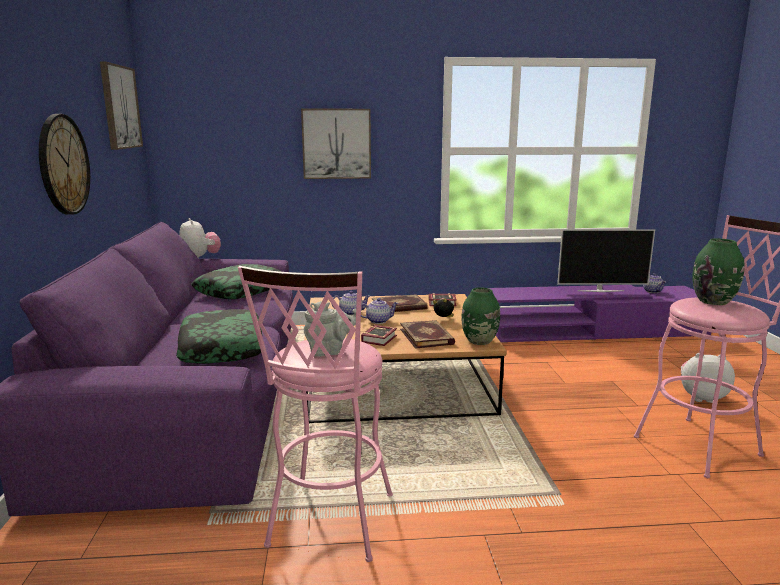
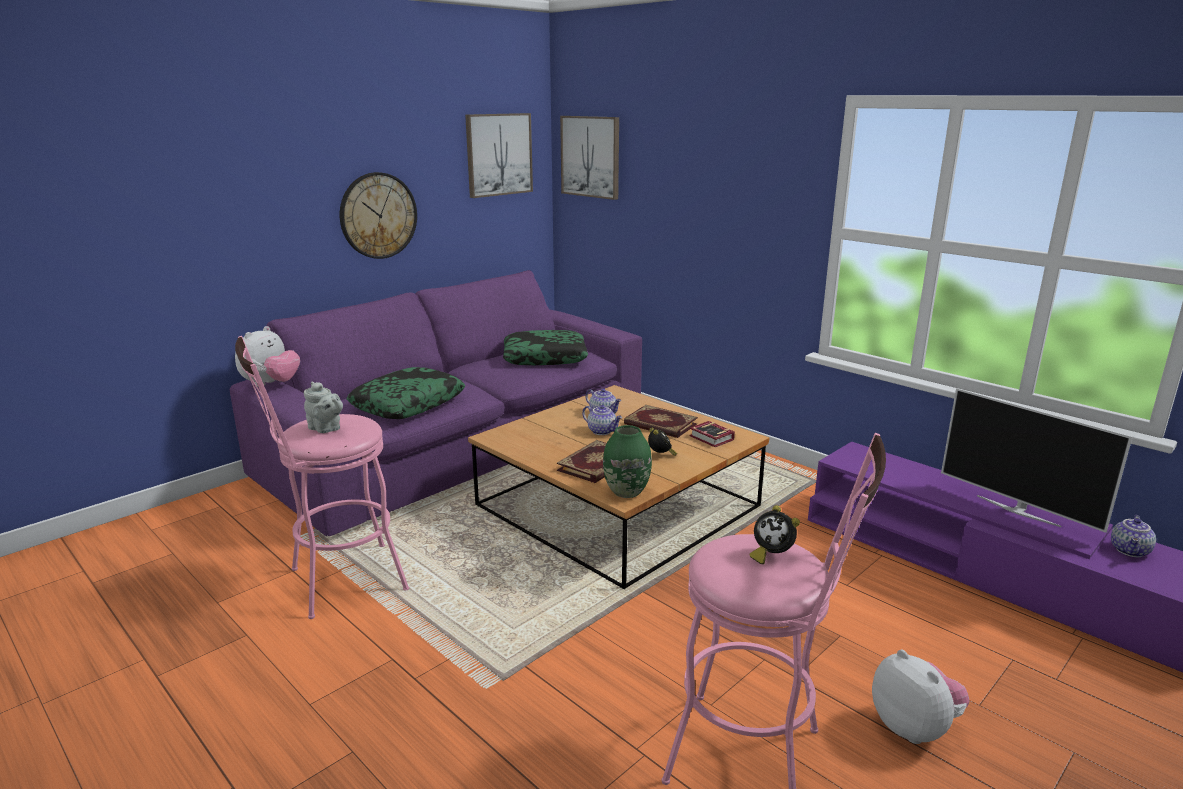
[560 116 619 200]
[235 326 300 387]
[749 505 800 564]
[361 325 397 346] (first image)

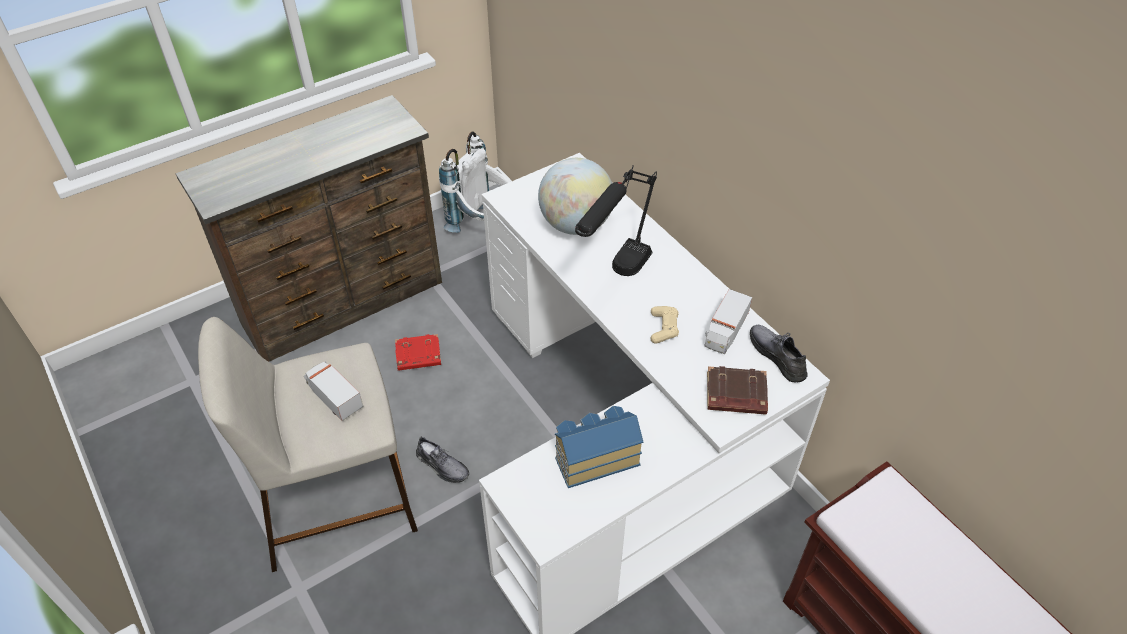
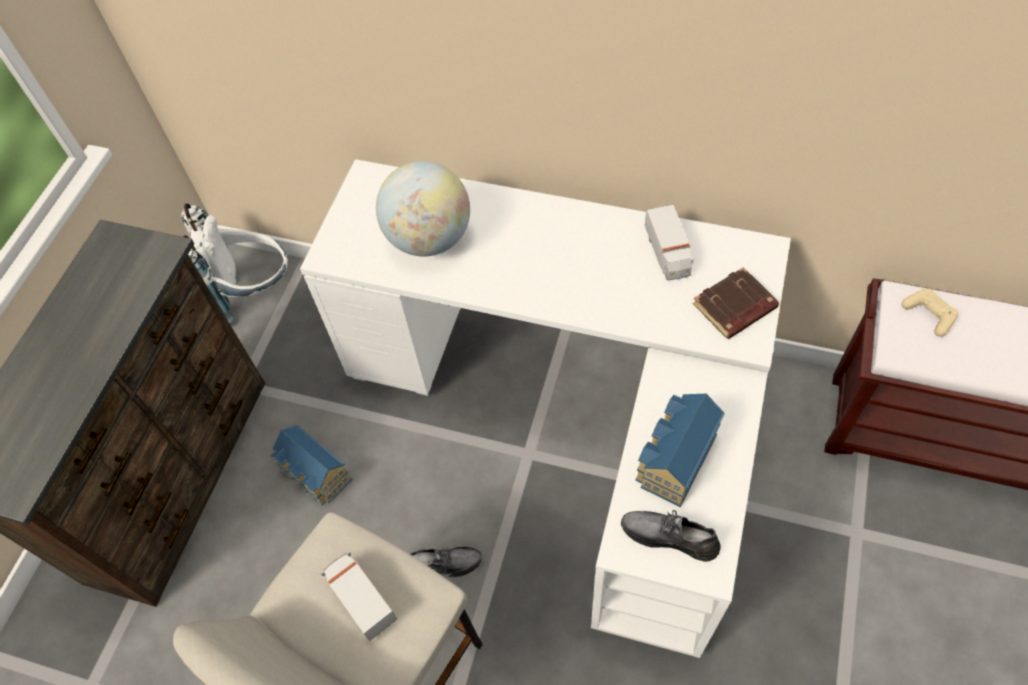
[575 165 657 276] (first image)
[902 288 958 337]
[621 510 721 562]
[270 425 352 506]
[321 553 397 641]

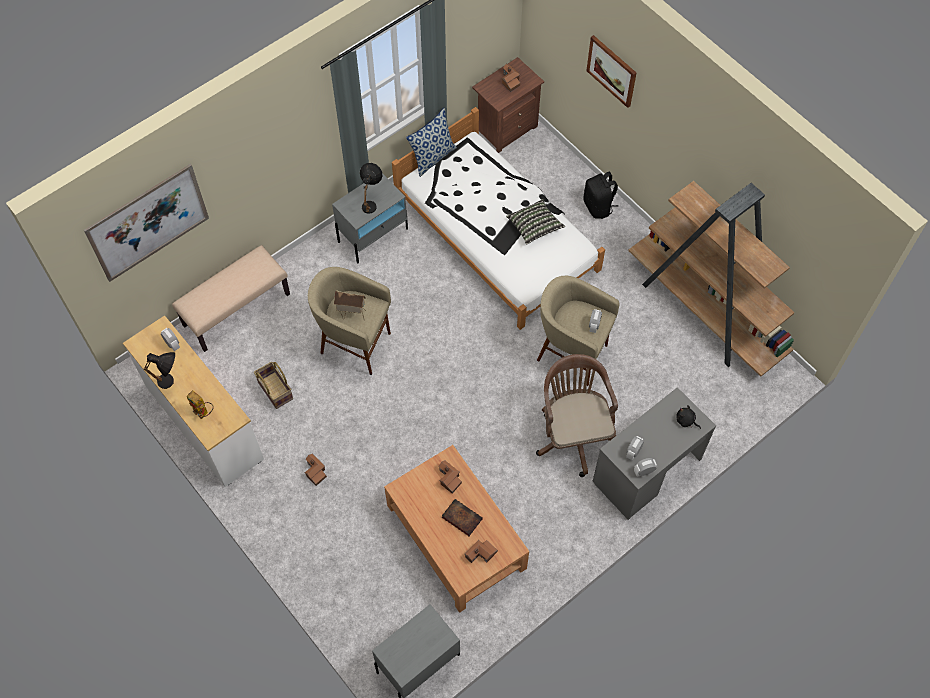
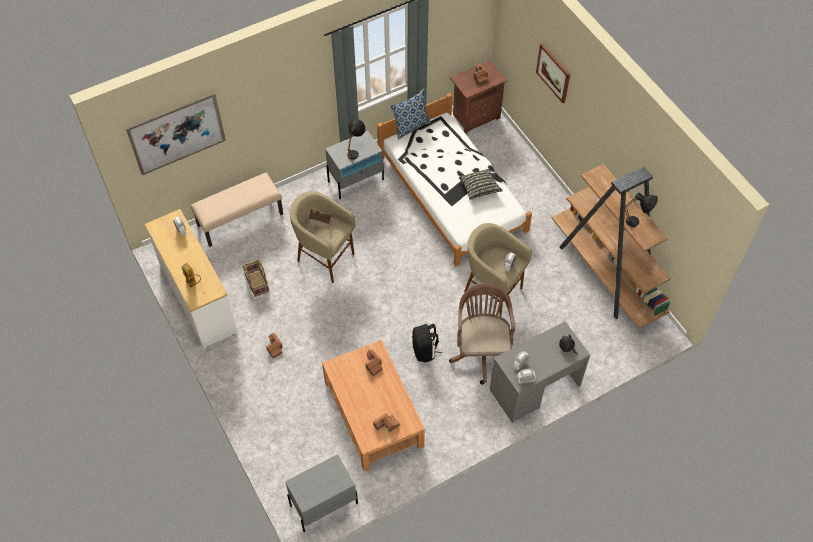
[412 324 442 362]
[625 193 658 227]
[442 499 483 536] (first image)

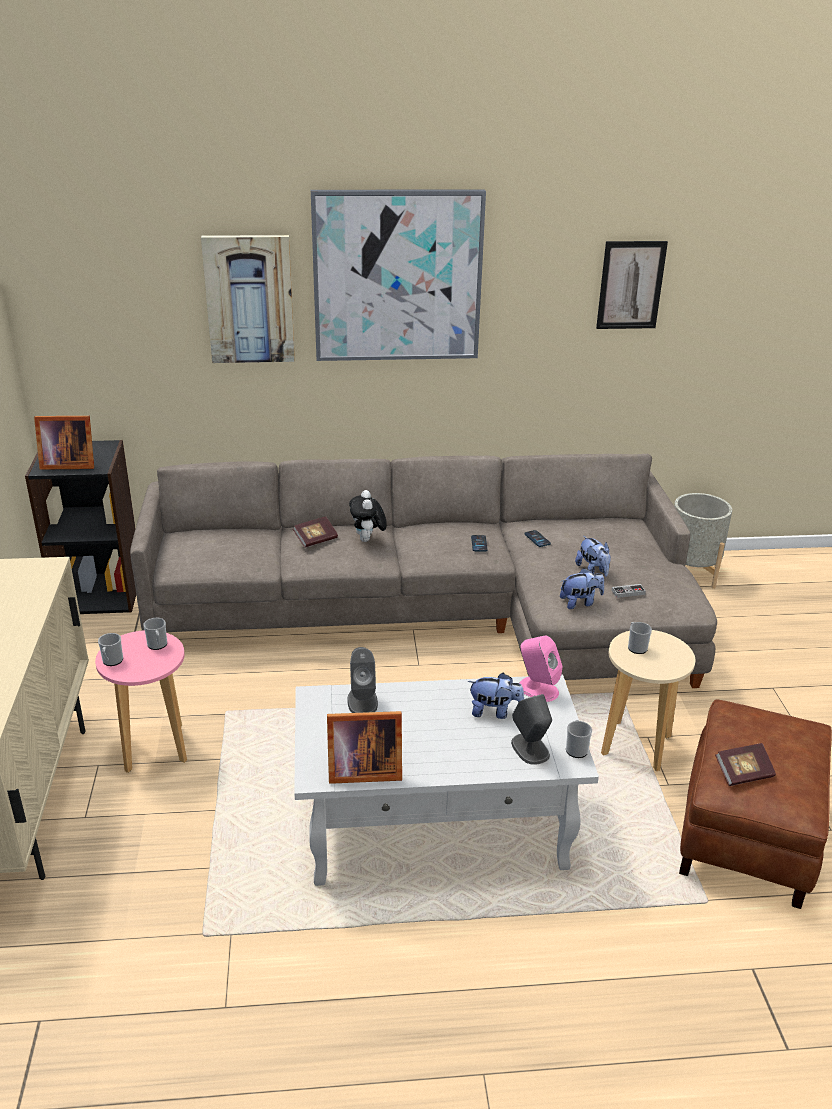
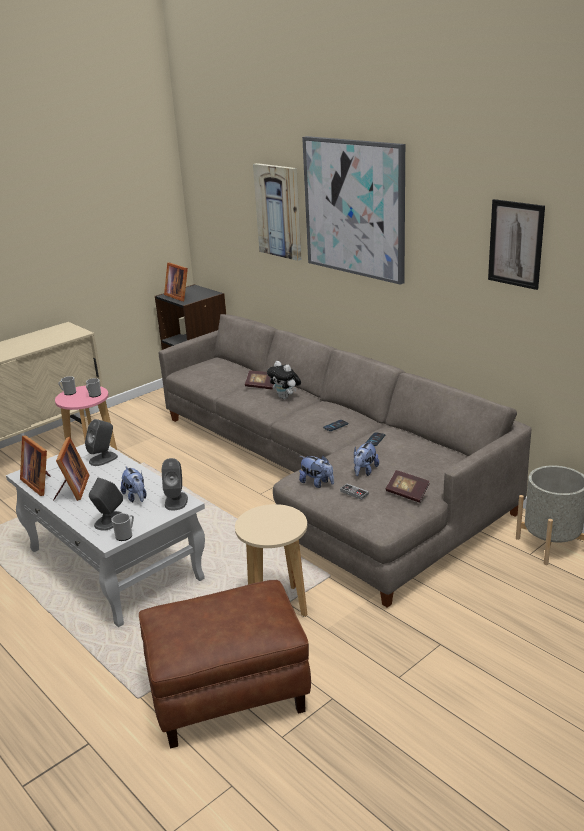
[267 361 301 399]
[628 622 652 654] (first image)
[161 458 188 510]
[386 470 430 503]
[53 437 90 501]

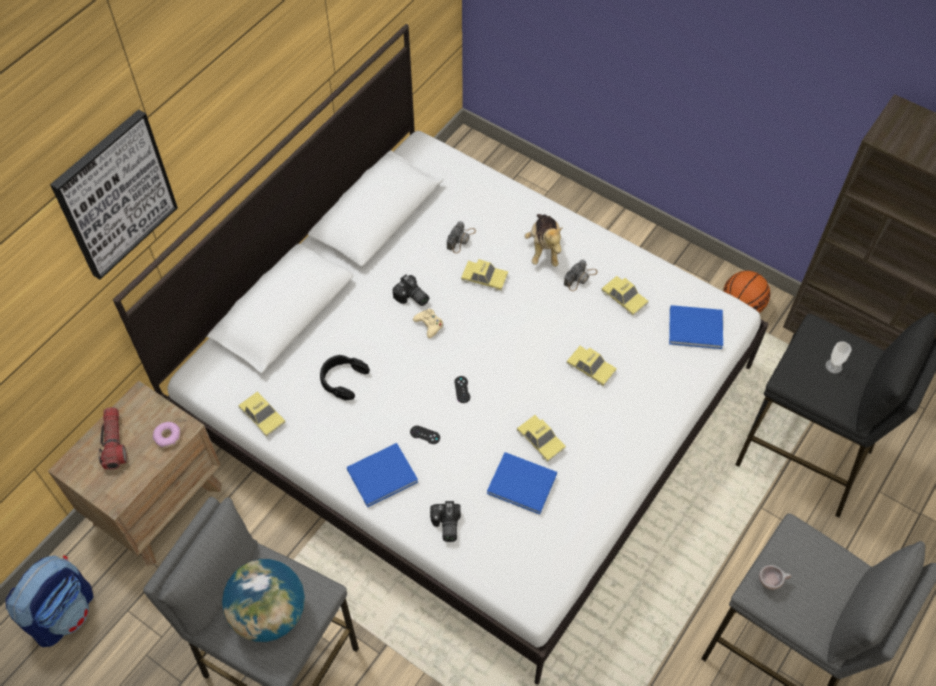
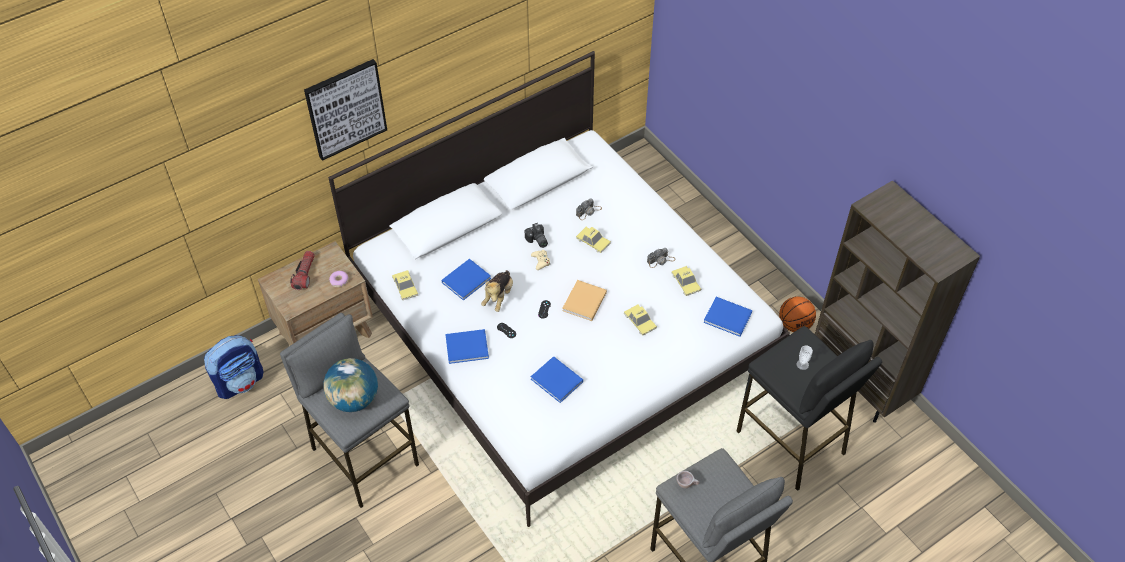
[481 270 513 312]
[442 259 491 300]
[517 415 566 462] (first image)
[430 501 461 542] (first image)
[562 280 607 321]

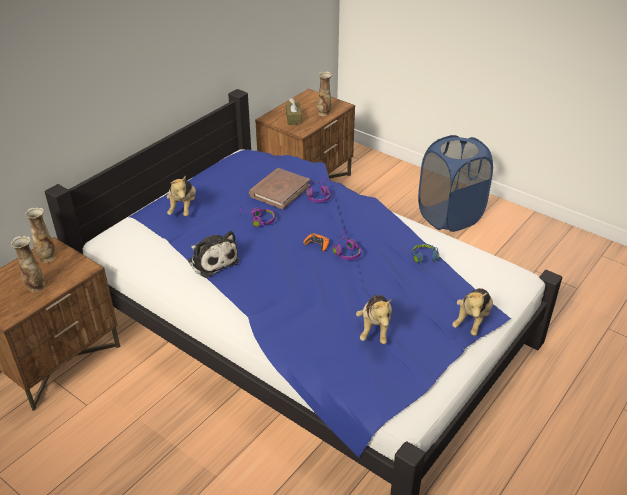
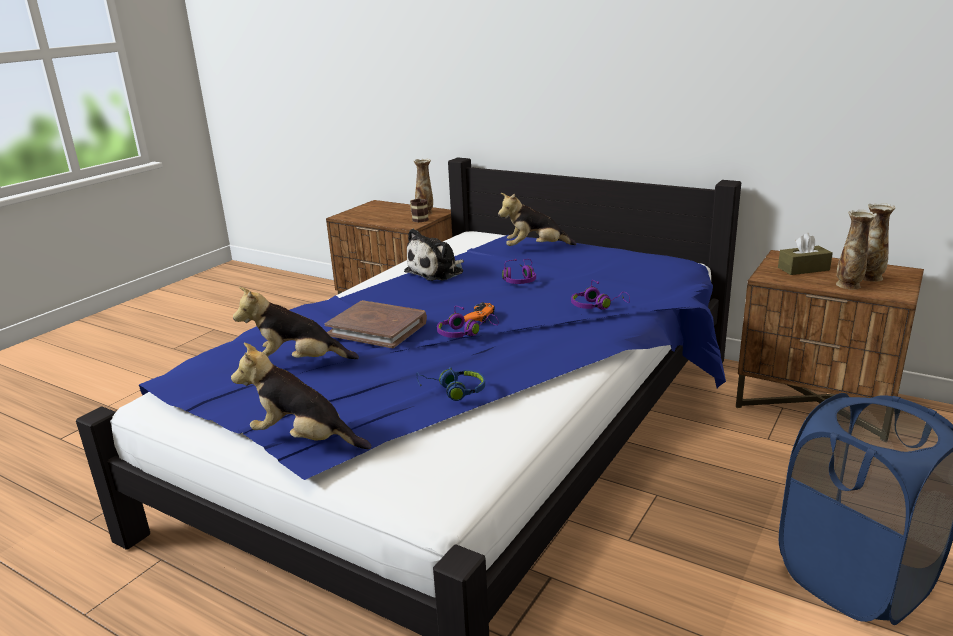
[325 300 427 348]
[863 203 896 282]
[410 199 429 222]

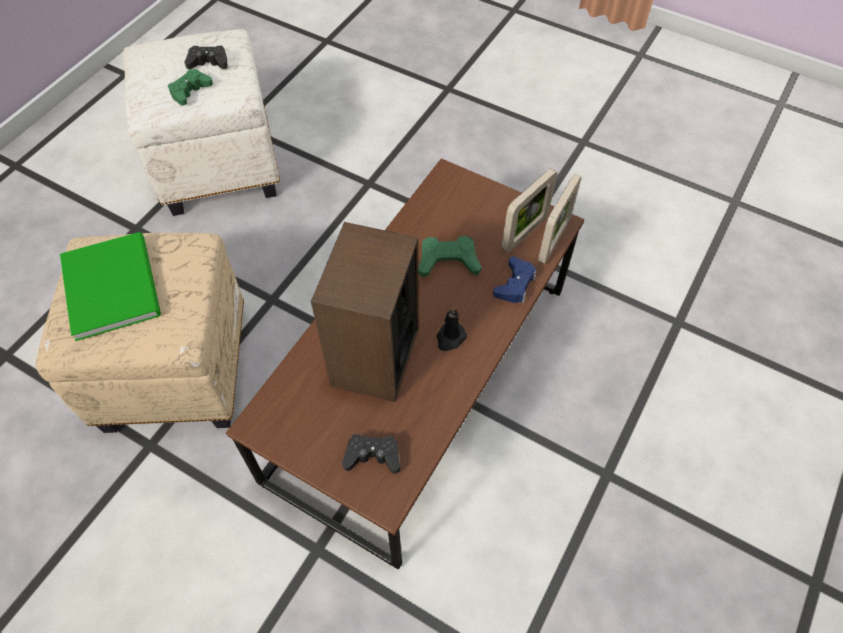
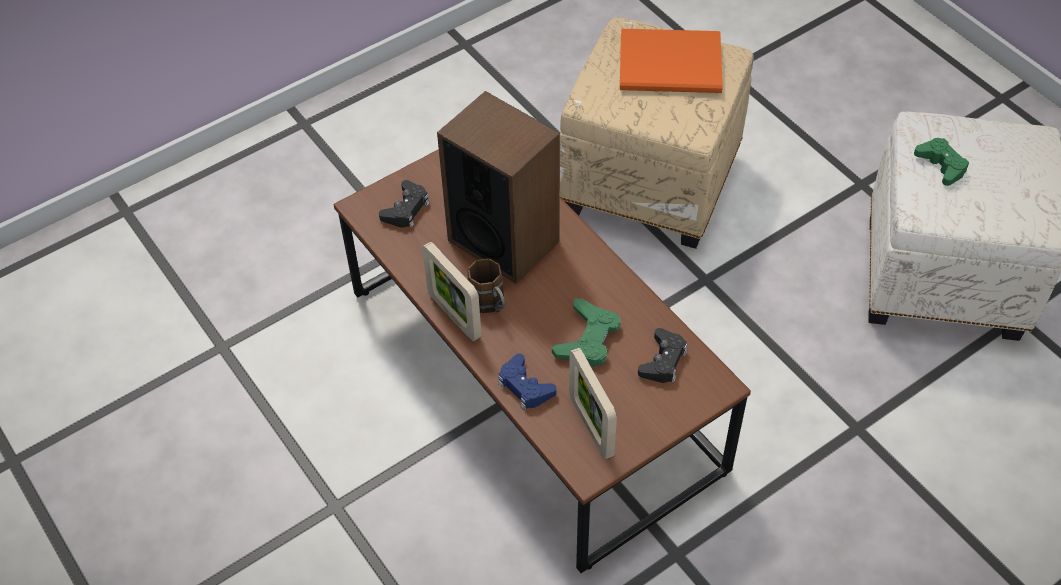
[638 328 687 383]
[422 242 482 342]
[620 29 723 93]
[467 258 505 313]

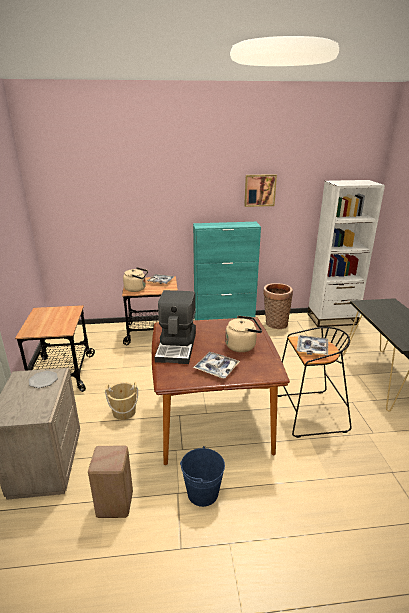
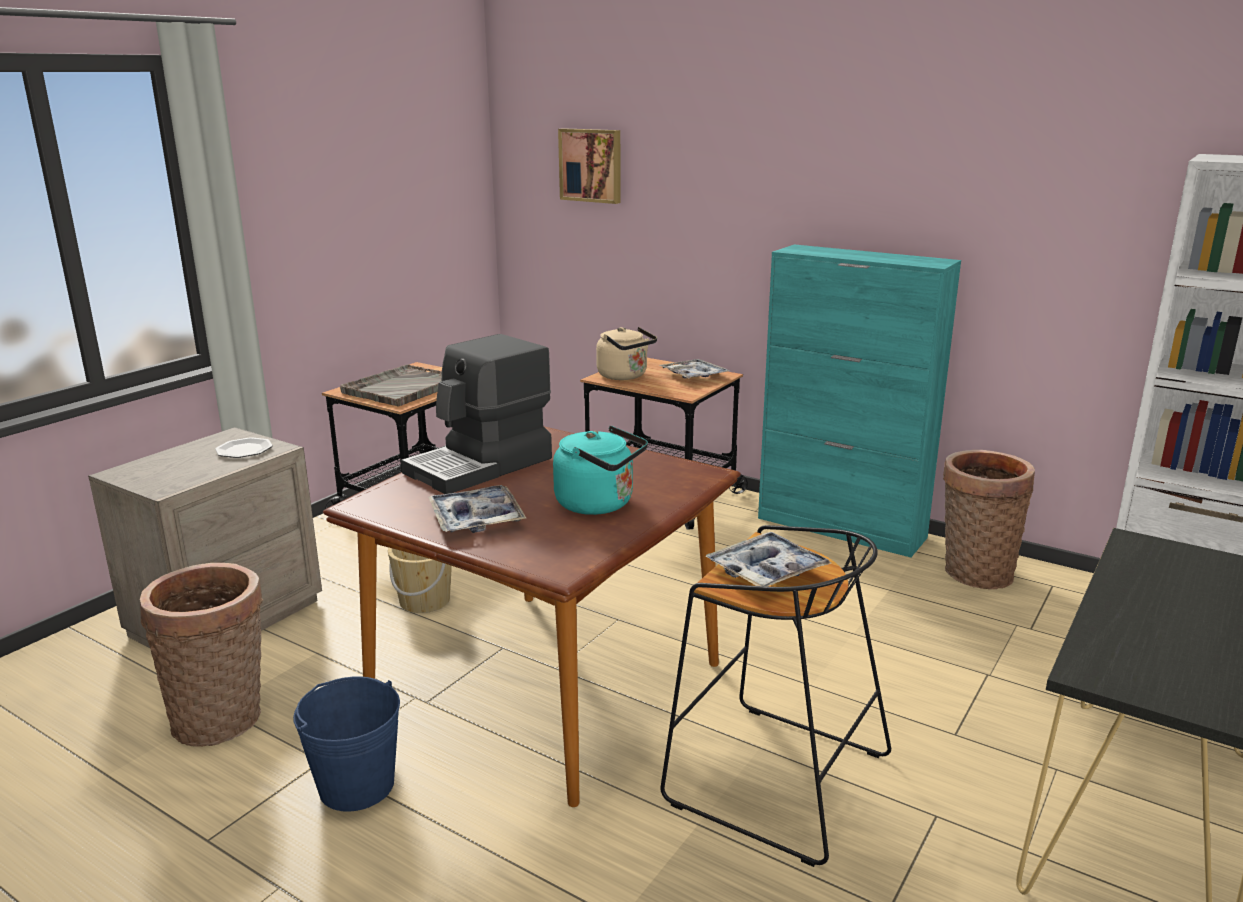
[558 128 621 204]
[553 426 648 515]
[140 563 263 747]
[340 364 442 407]

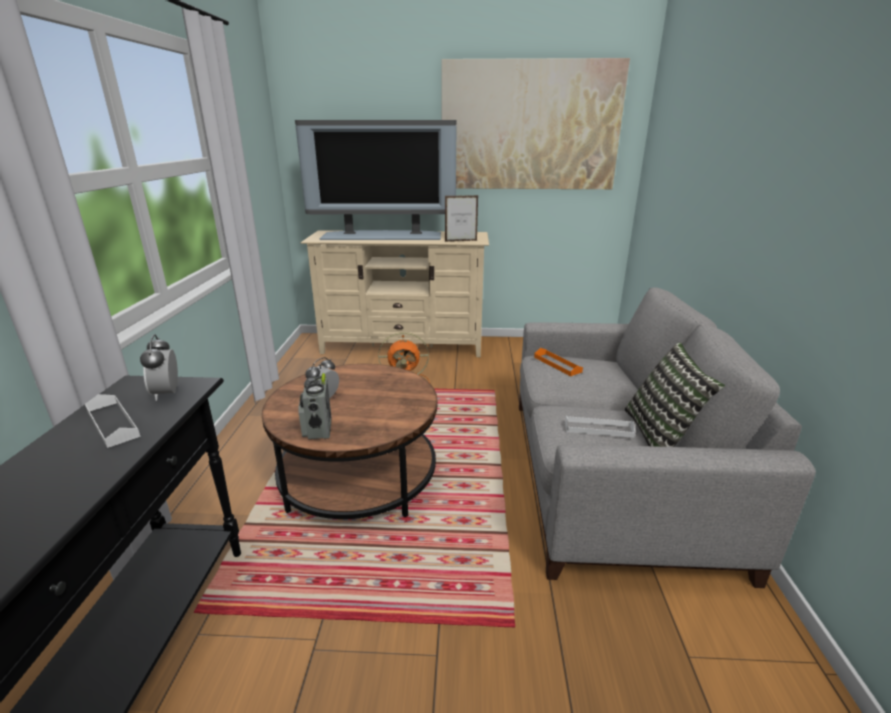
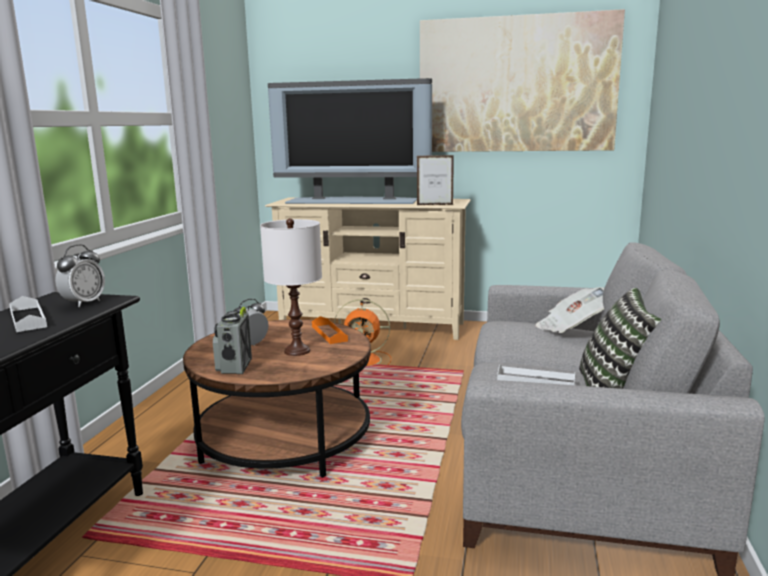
[55 244 105 307]
[312 316 348 344]
[260 218 322 356]
[536 287 604 333]

